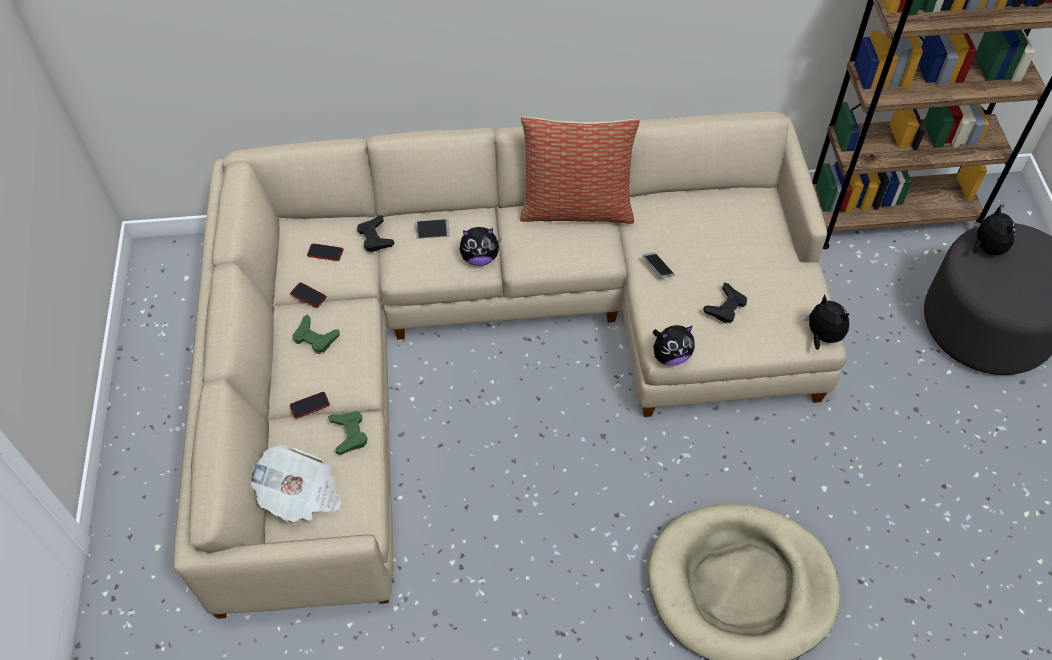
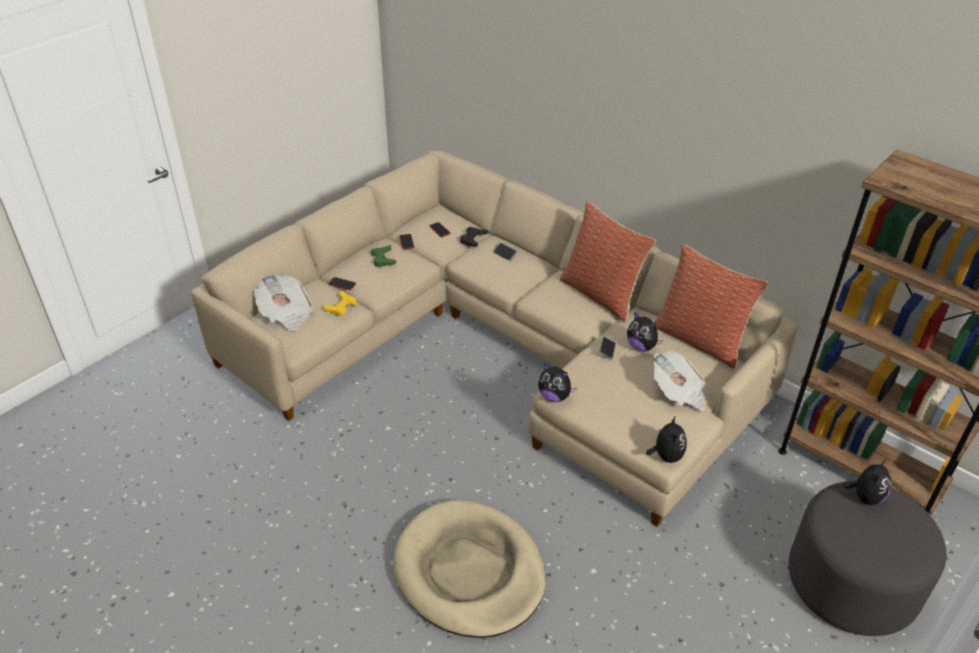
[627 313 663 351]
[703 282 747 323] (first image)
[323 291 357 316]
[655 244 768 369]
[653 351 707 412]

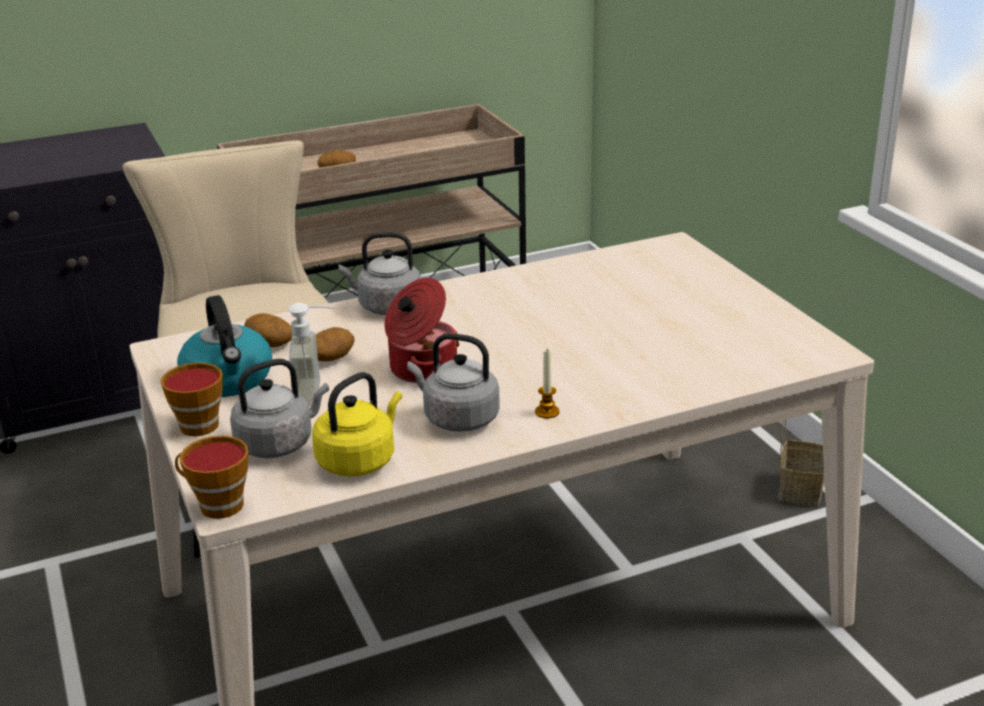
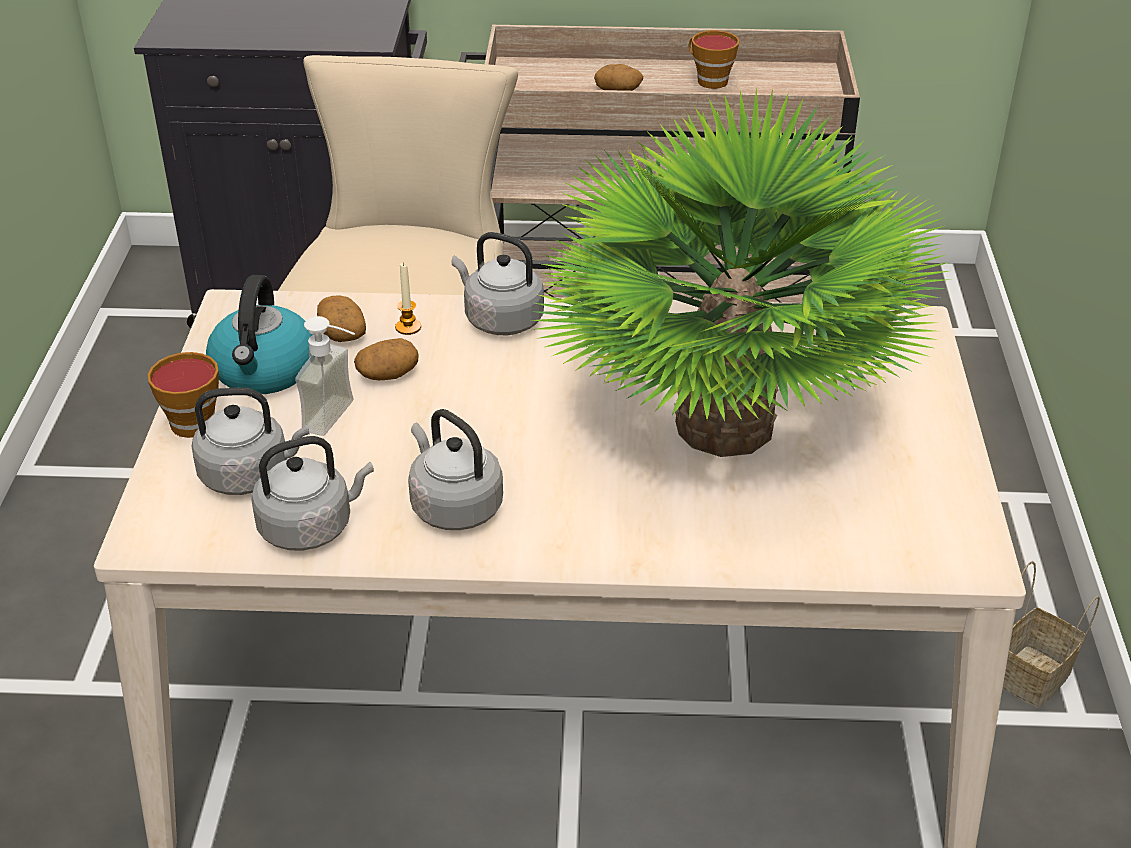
[385 278 460 383] (first image)
[395 262 421 335]
[251 436 374 551]
[689 30 740 89]
[530 87 948 457]

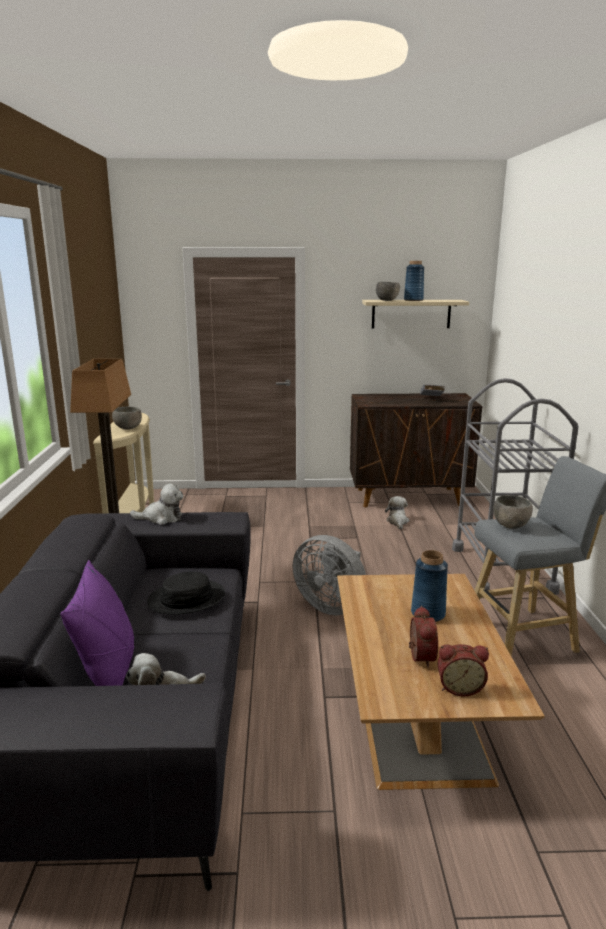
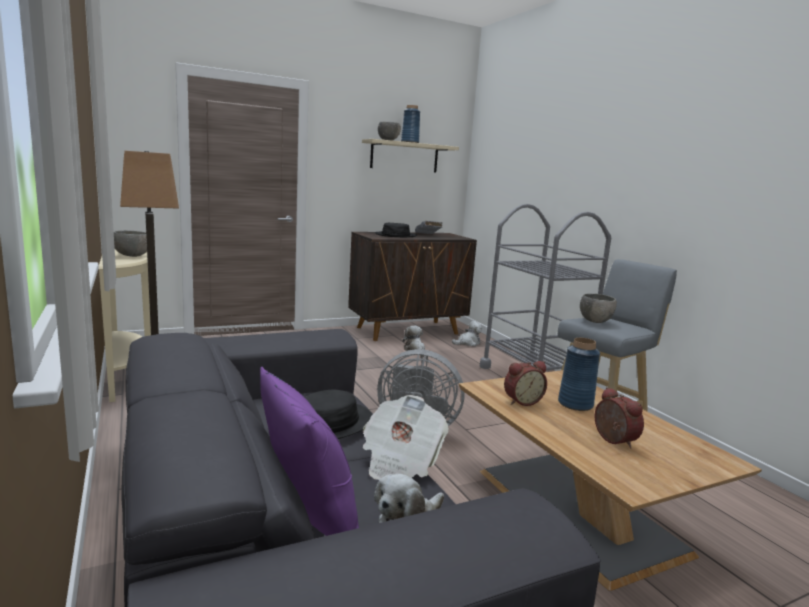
[452 321 482 346]
[504 361 547 406]
[375 223 417 237]
[362 395 449 480]

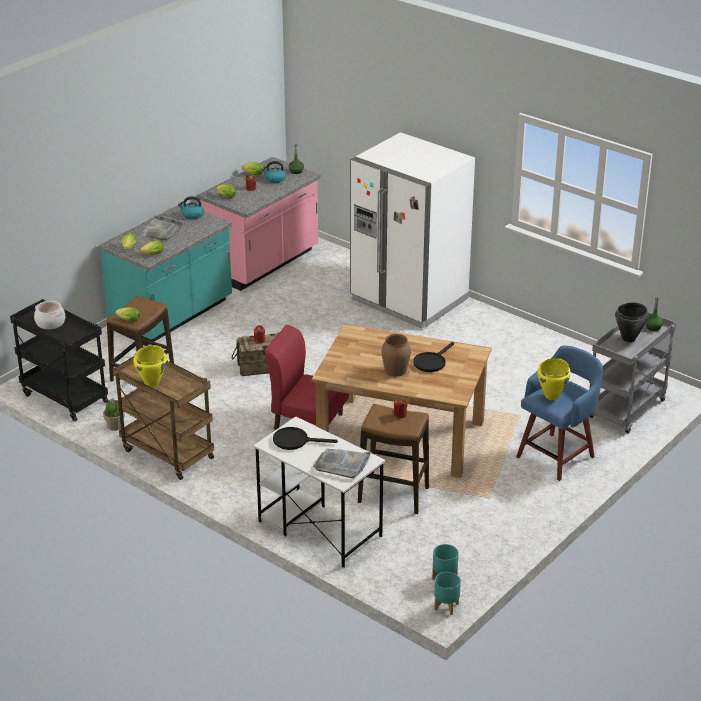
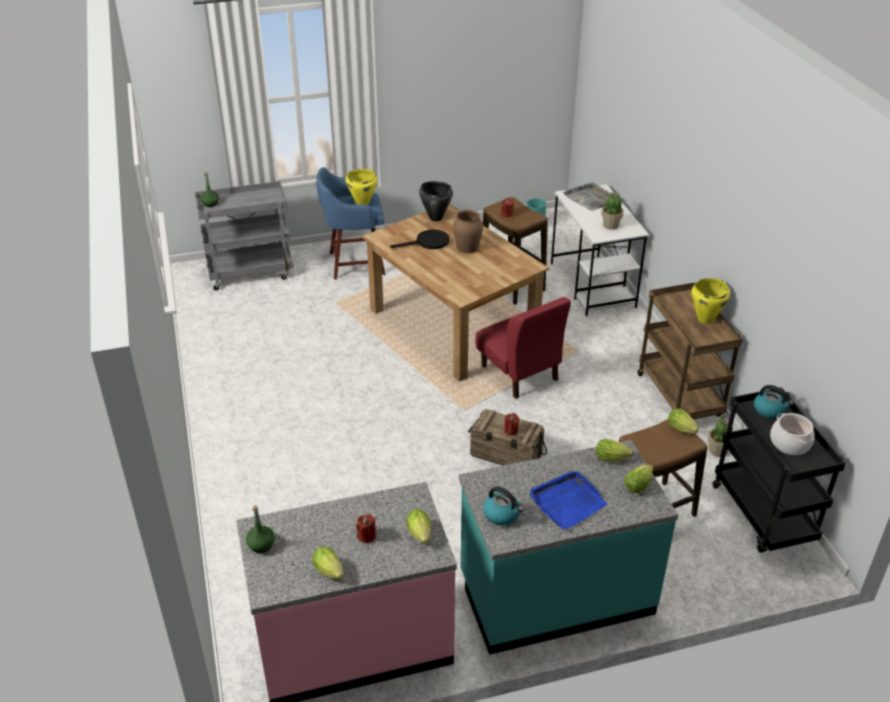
[350 132 475 328] (first image)
[754 385 793 419]
[530 471 607 530]
[419 181 453 221]
[601 192 624 230]
[434 572 461 615] (first image)

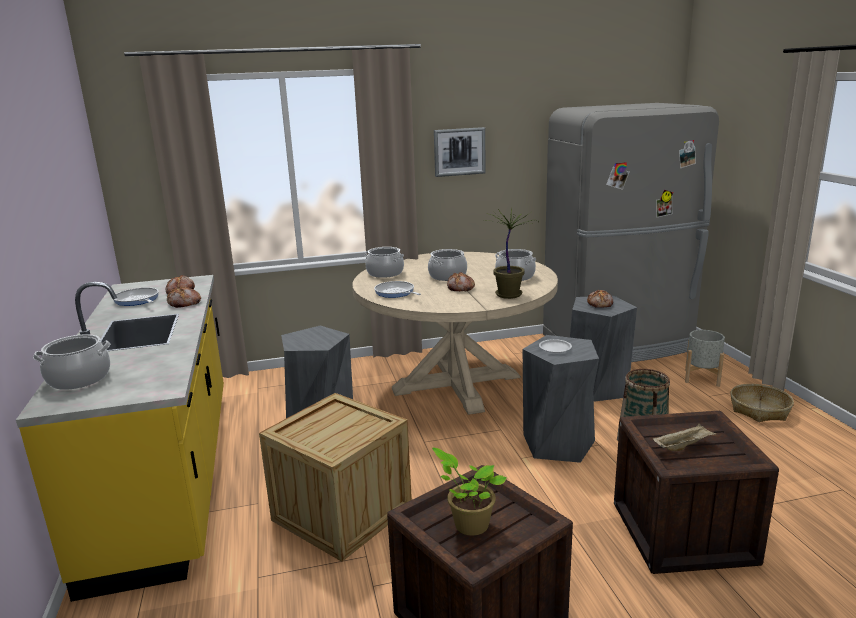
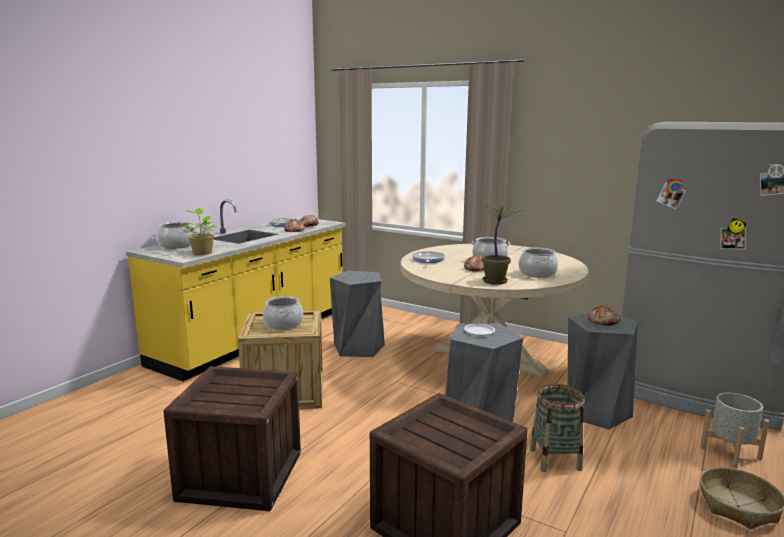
[434 127 485 177] (first image)
[263 296 303 330]
[653 424 717 451] (first image)
[179 208 216 255]

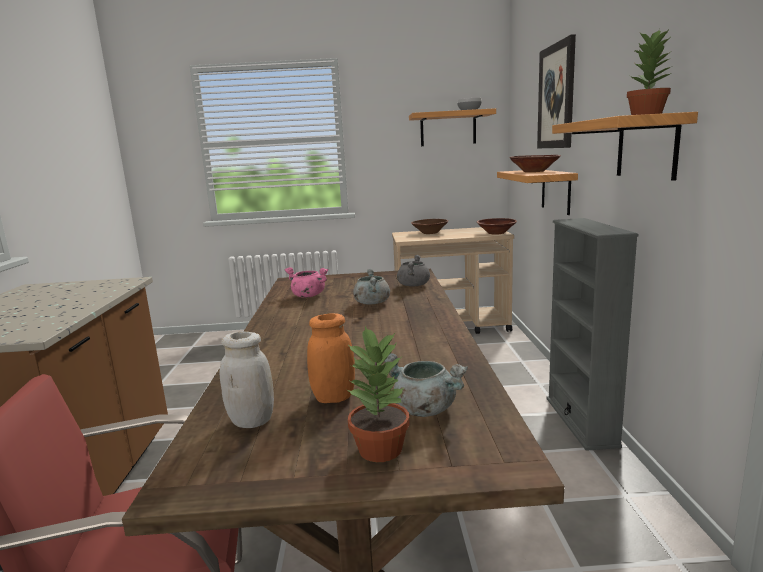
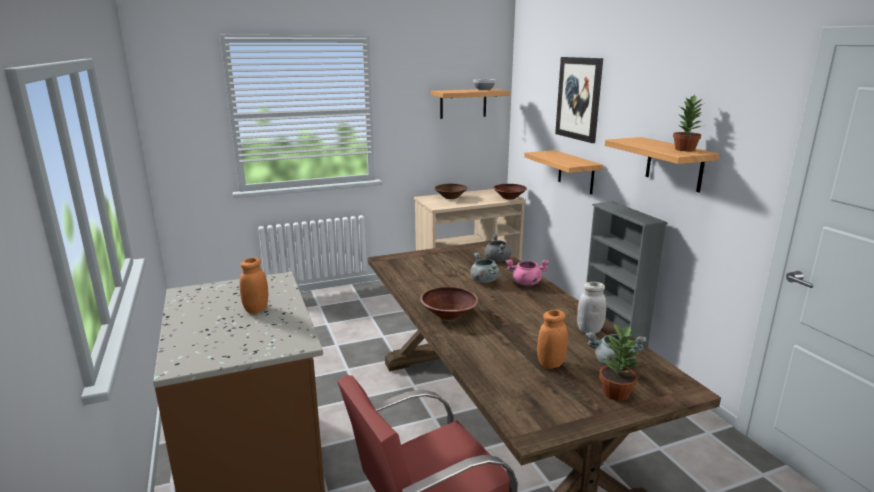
[420 287 478 320]
[506 259 549 286]
[577 282 606 333]
[240 258 268 314]

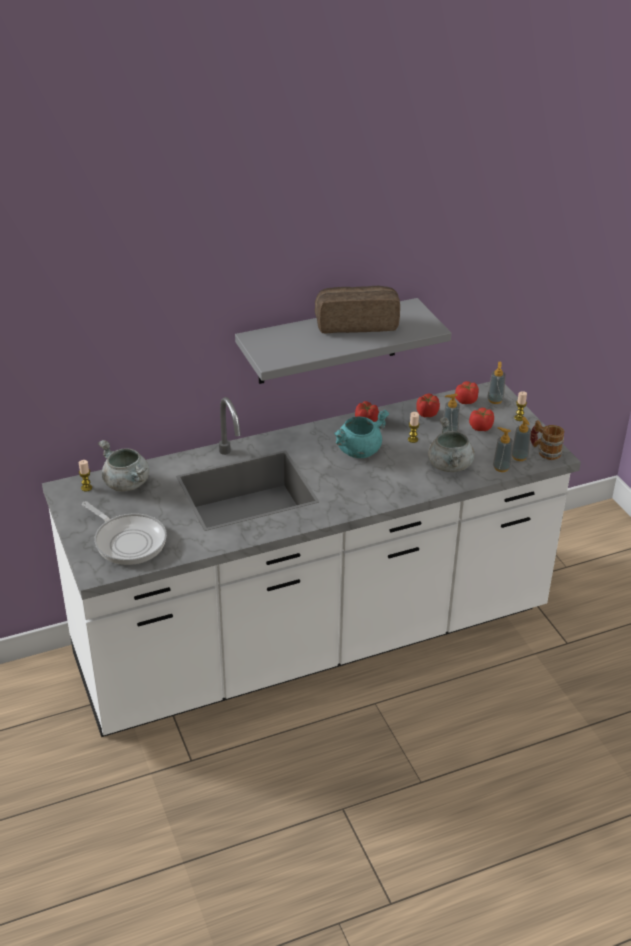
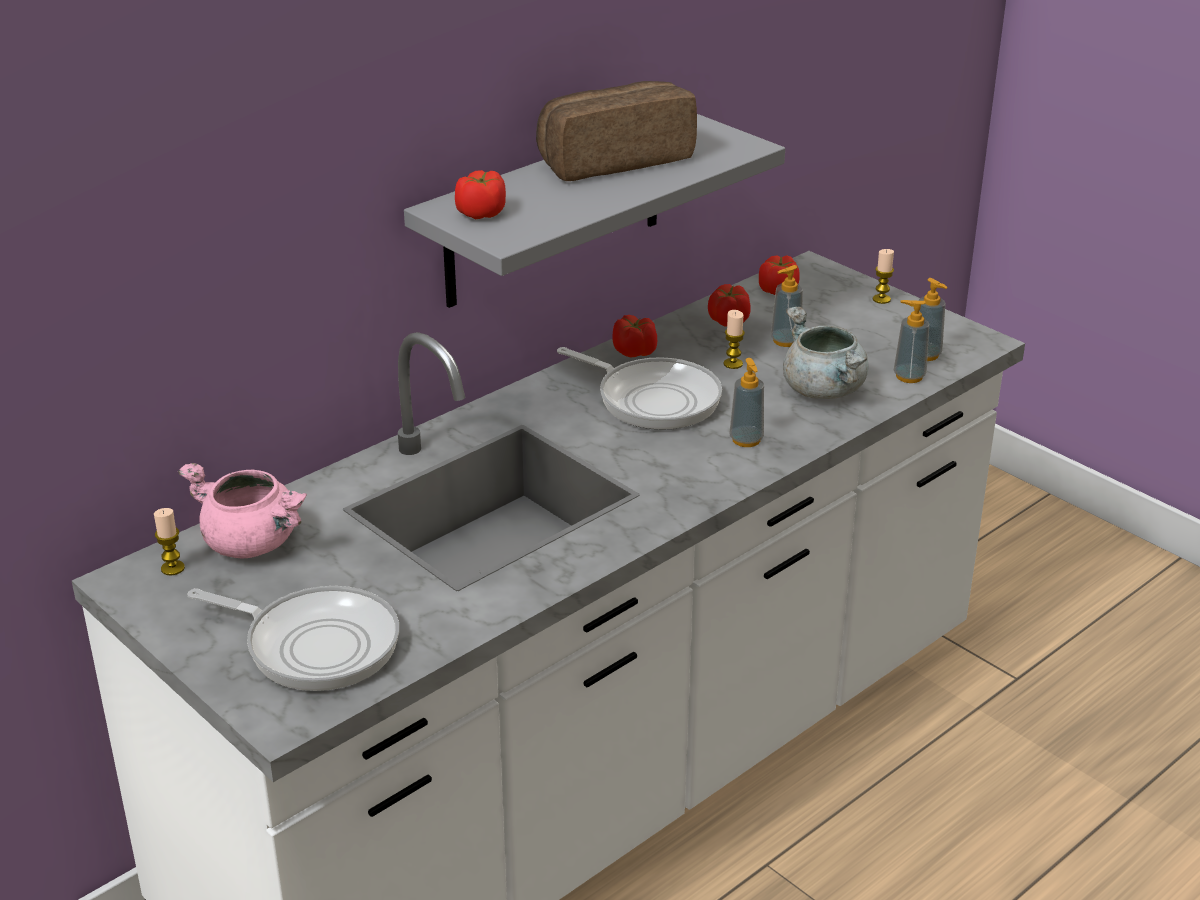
[729 358 764 447]
[455 170 506 219]
[557 347 722 430]
[530 420 564 460] (first image)
[178 463 307 559]

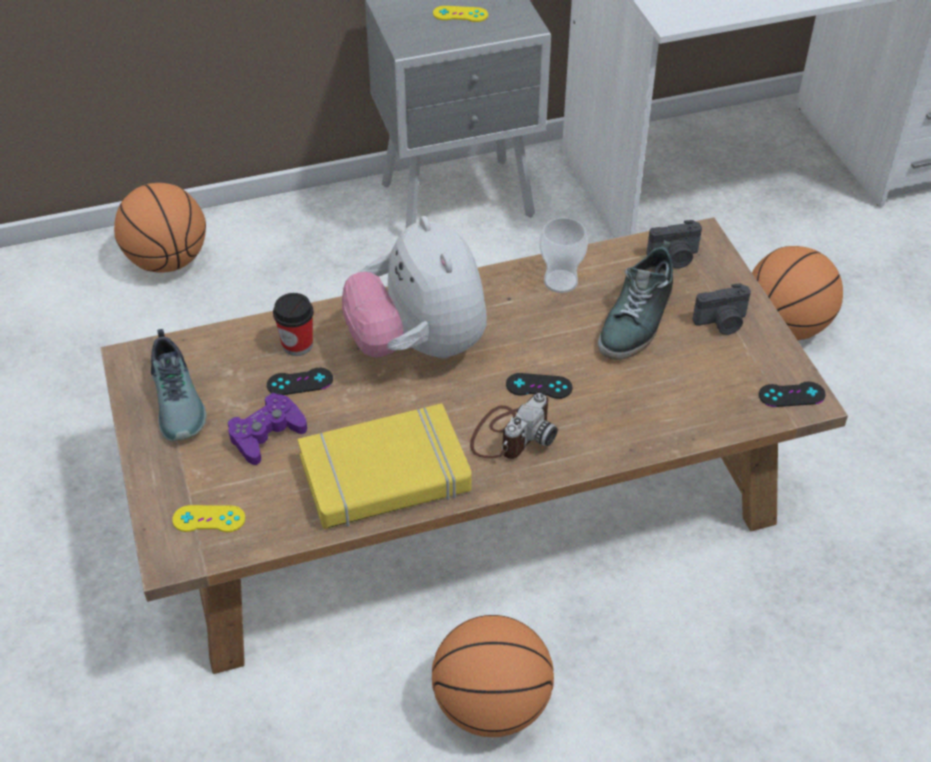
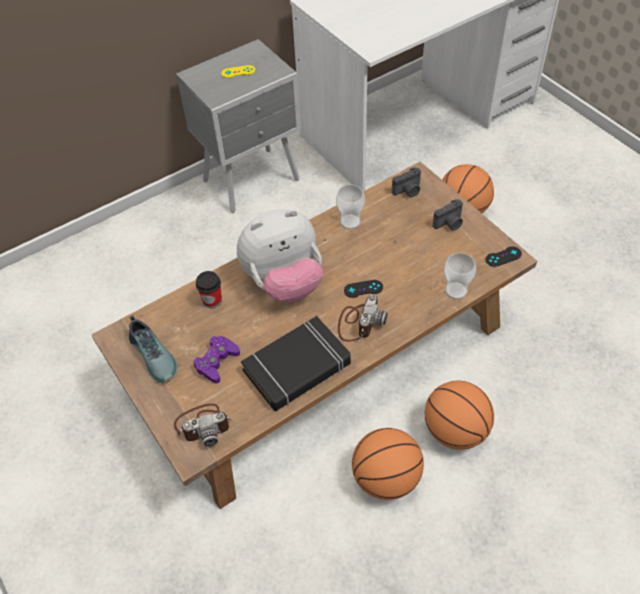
[425 381 494 450]
[237 209 323 302]
[598 240 673 360] (first image)
[267 368 333 395] (first image)
[241 316 351 411]
[174 403 233 447]
[444 253 476 299]

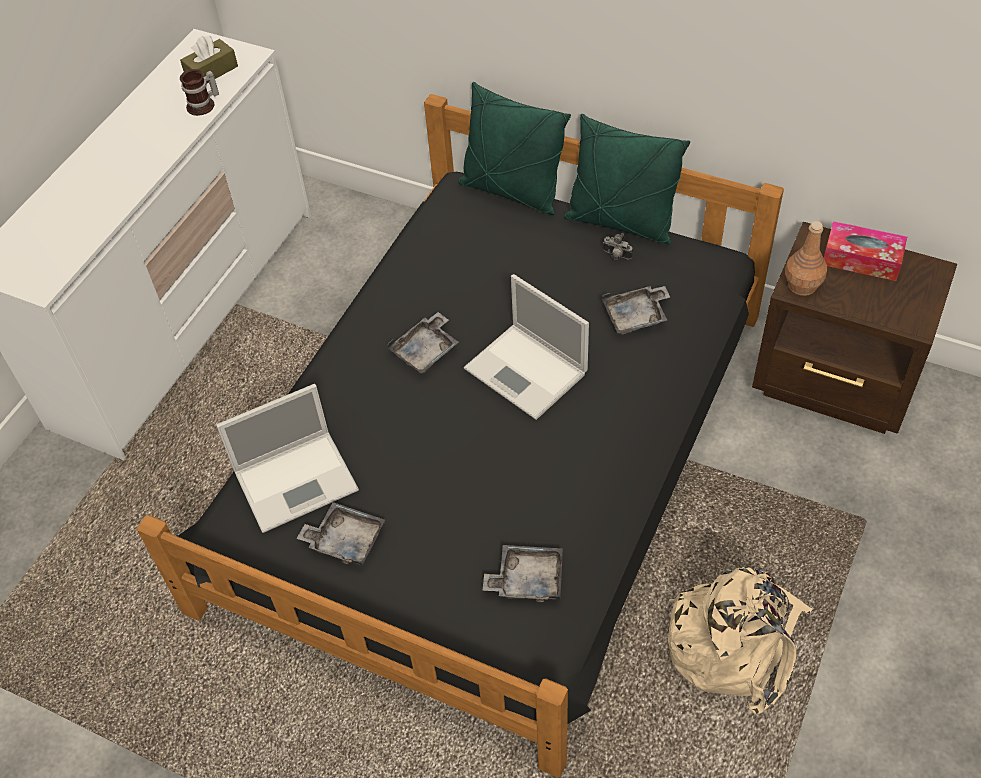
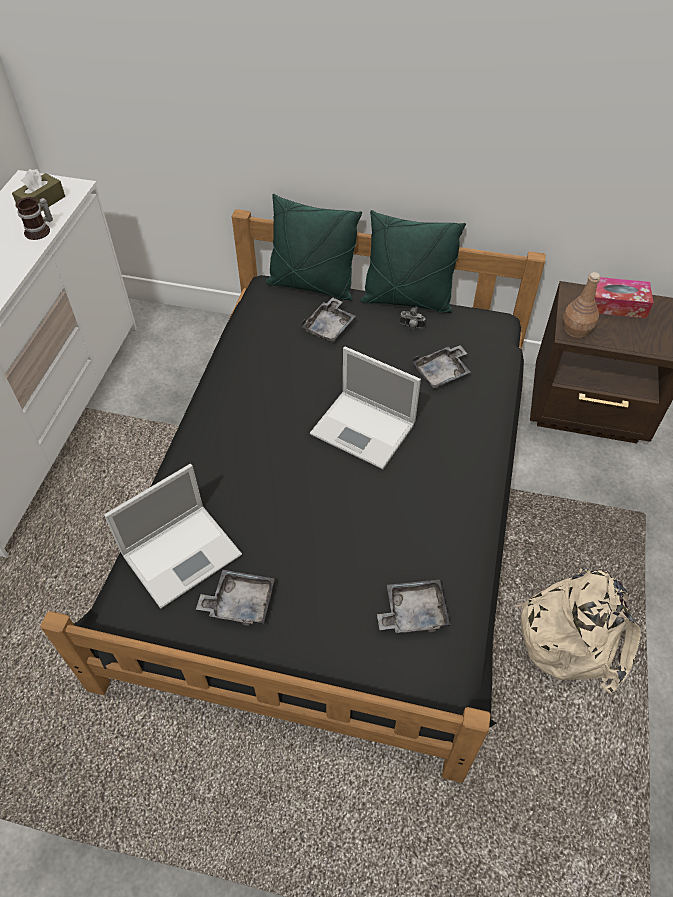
[301 297 356 342]

